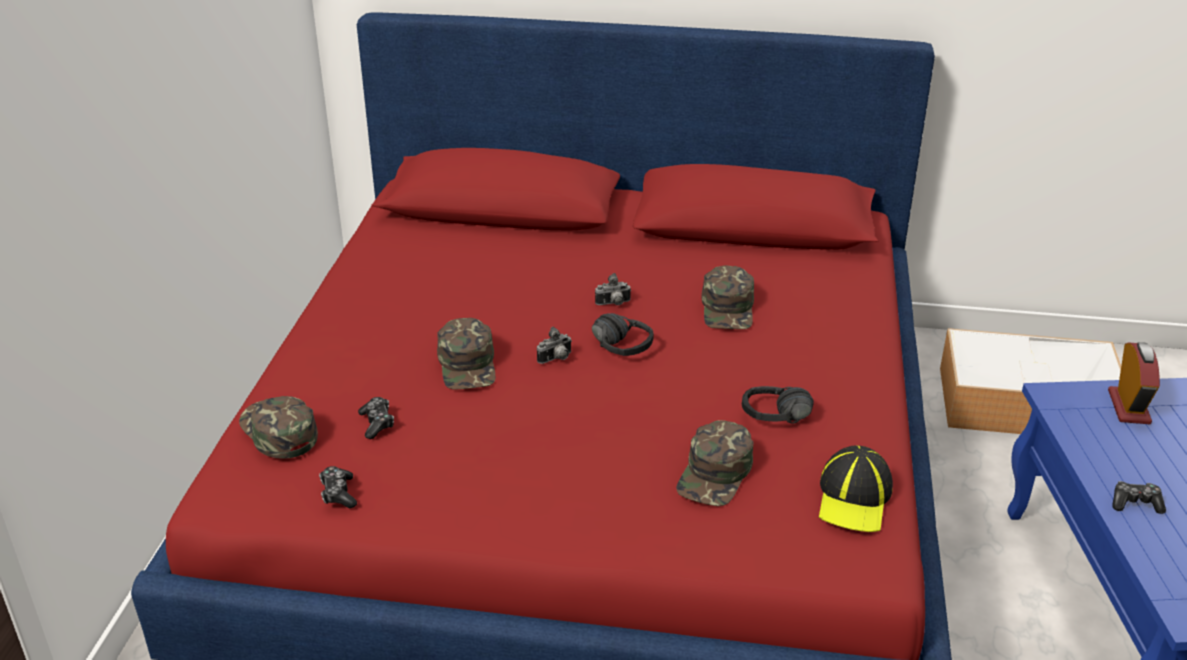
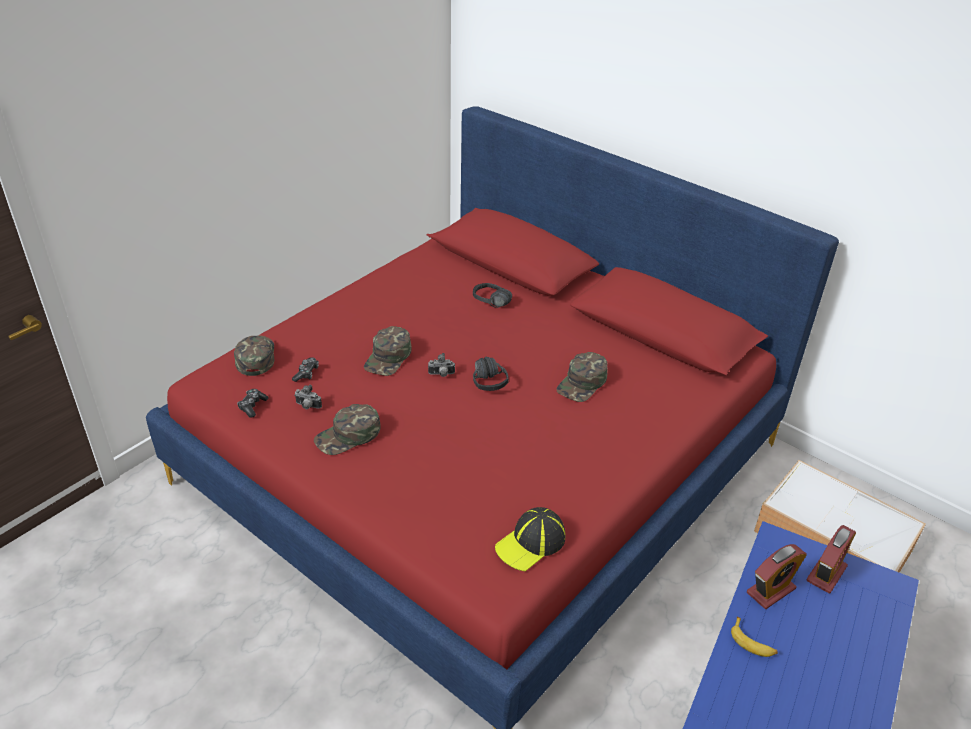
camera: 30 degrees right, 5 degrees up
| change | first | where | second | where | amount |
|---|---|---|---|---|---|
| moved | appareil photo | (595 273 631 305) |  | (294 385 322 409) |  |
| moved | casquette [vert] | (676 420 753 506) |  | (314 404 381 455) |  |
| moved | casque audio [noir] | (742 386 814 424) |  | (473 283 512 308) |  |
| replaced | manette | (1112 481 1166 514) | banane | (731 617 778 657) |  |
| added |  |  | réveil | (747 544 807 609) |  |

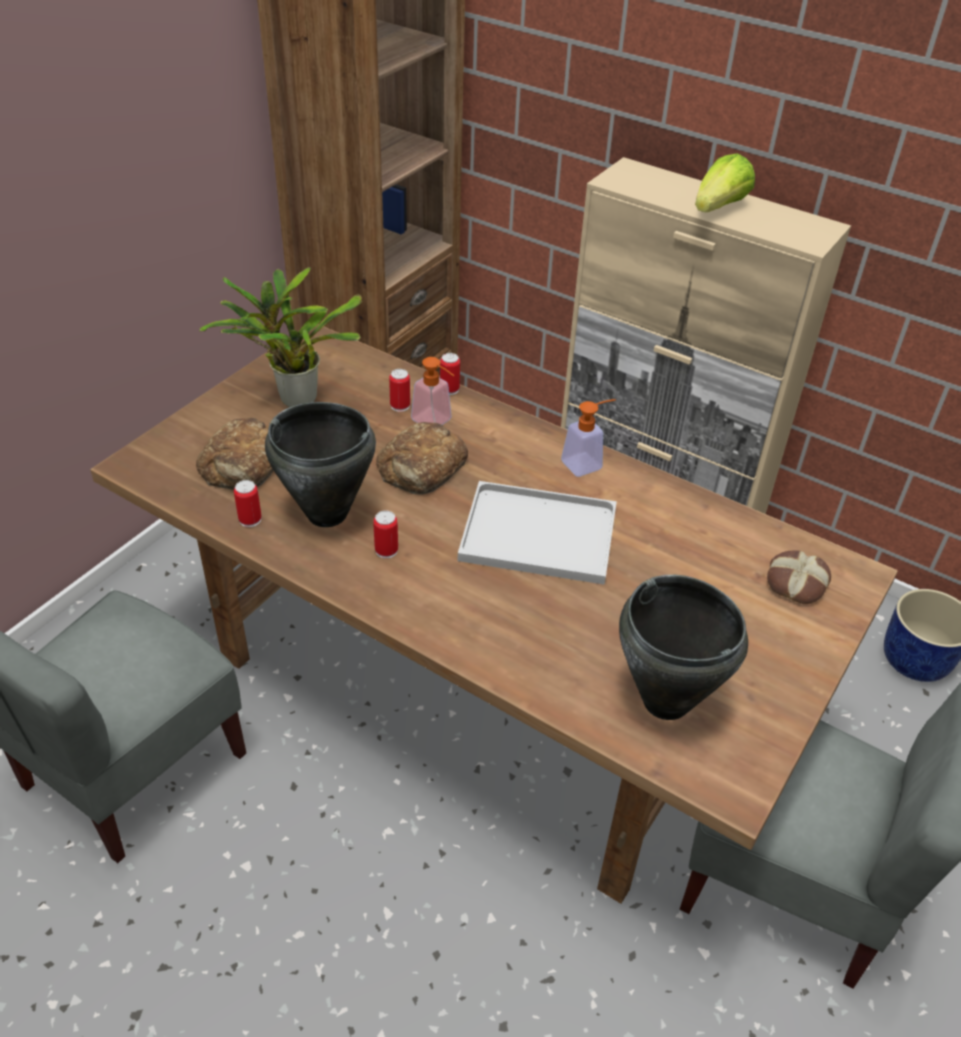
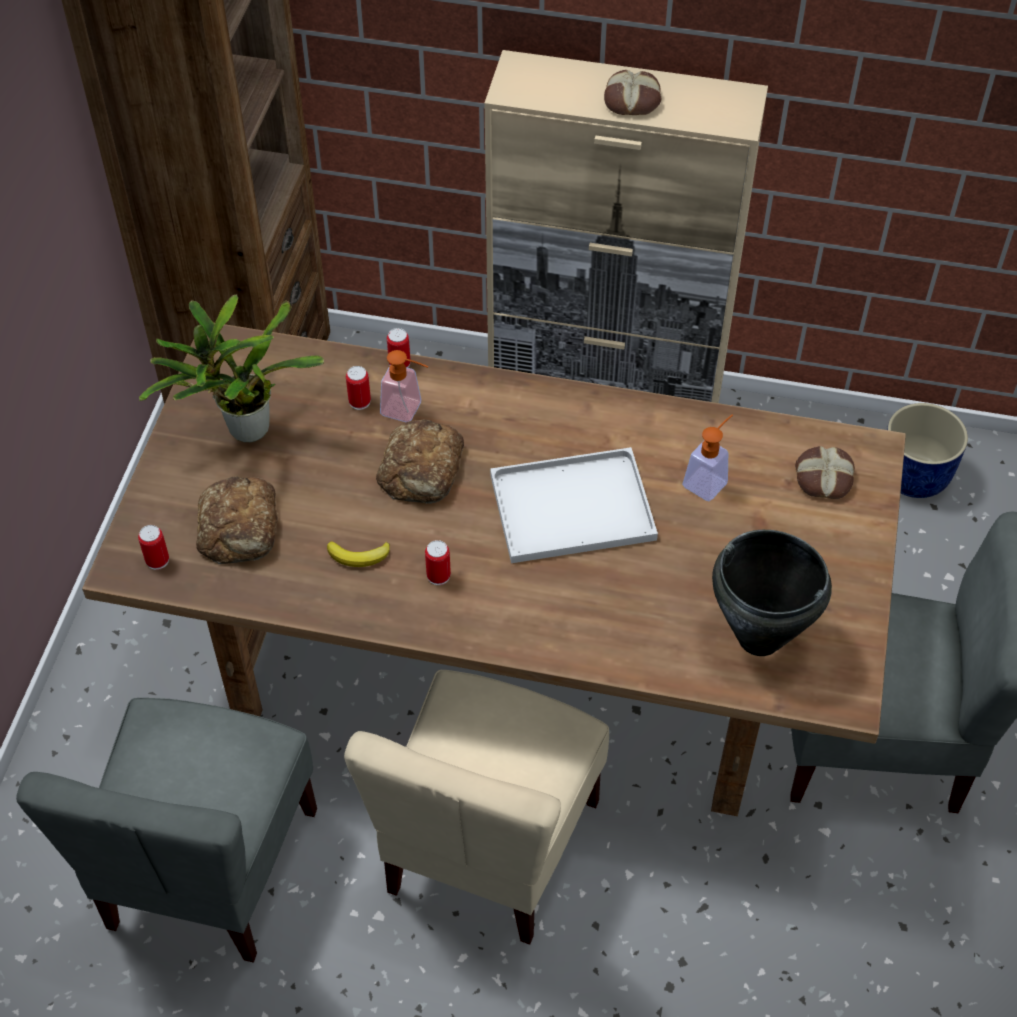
camera: 20 degrees left, 10 degrees up
| change | first | where | second | where | amount |
|---|---|---|---|---|---|
| moved | boîte métallique | (234 480 262 527) |  | (138 525 169 570) |  |
| replaced | marmite [noir] | (265 402 376 527) | banane | (327 541 390 567) |  |
| moved | distributeur de savon | (561 399 616 477) |  | (682 415 733 501) |  |
| replaced | laitue | (695 154 755 212) | pain | (604 70 661 115) |  |
| added |  |  | chaise [beige] | (344 670 609 945) |  |

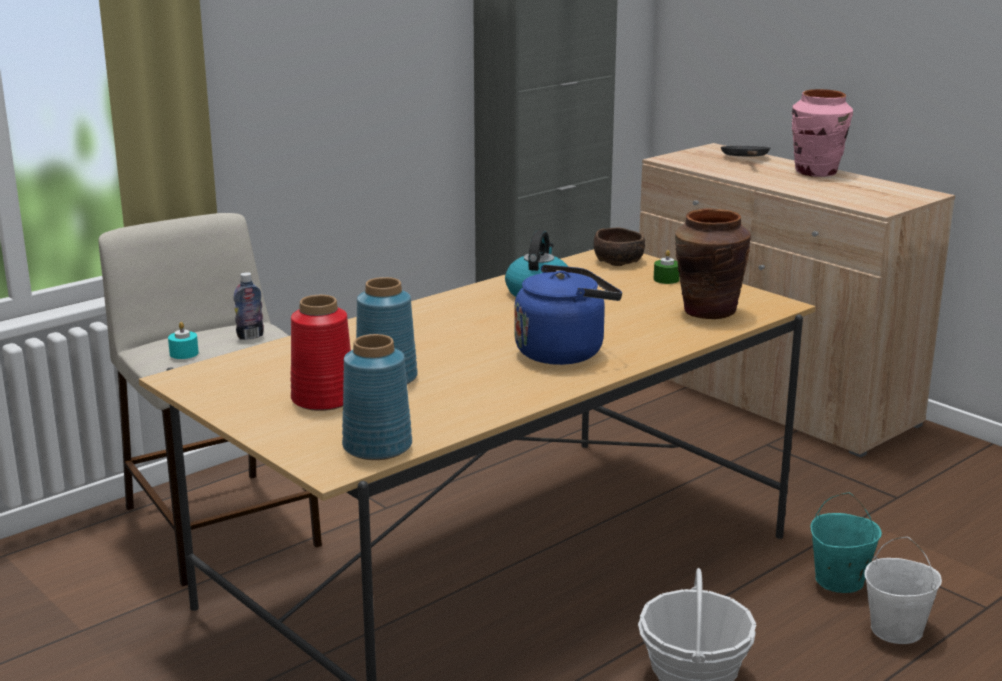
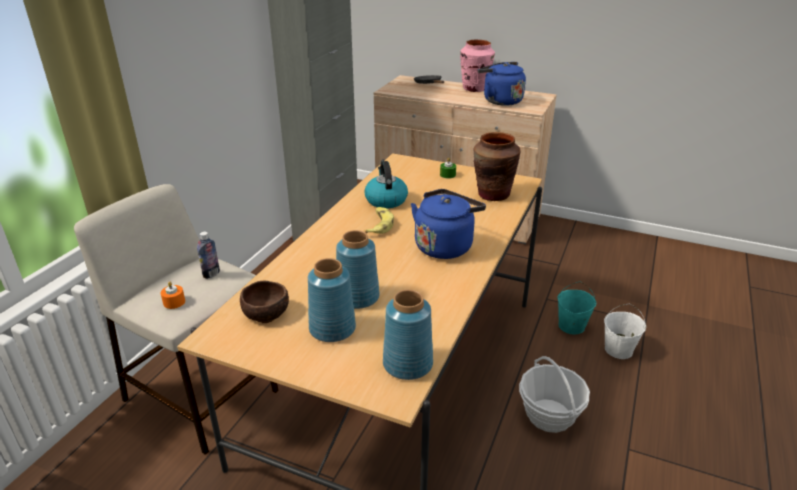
camera: 25 degrees left, 10 degrees up
| change | first | where | second | where | amount |
|---|---|---|---|---|---|
| recoloured | bougie [turquoise] | (168 322 199 359) | bougie [orange] | (161 281 185 309) |  |
| recoloured | vase [rouge] | (291 295 351 411) | vase [bleu] | (308 258 356 342) |  |
| moved | bol [marron] | (594 228 645 266) |  | (240 281 289 323) |  |
| added |  |  | banane | (364 207 394 234) |  |
| added |  |  | bouilloire [bleu] | (478 62 526 106) |  |

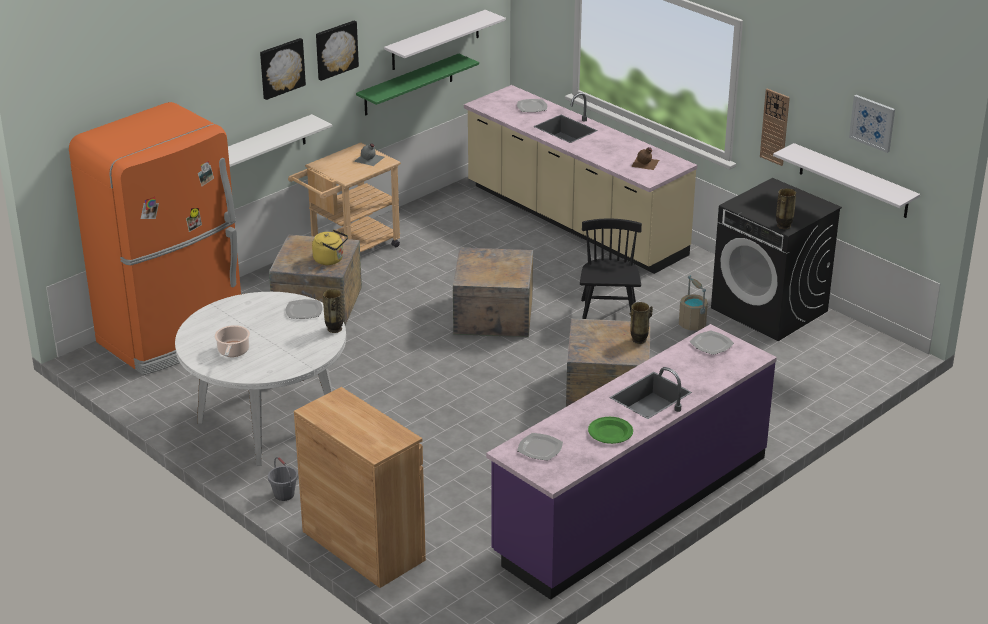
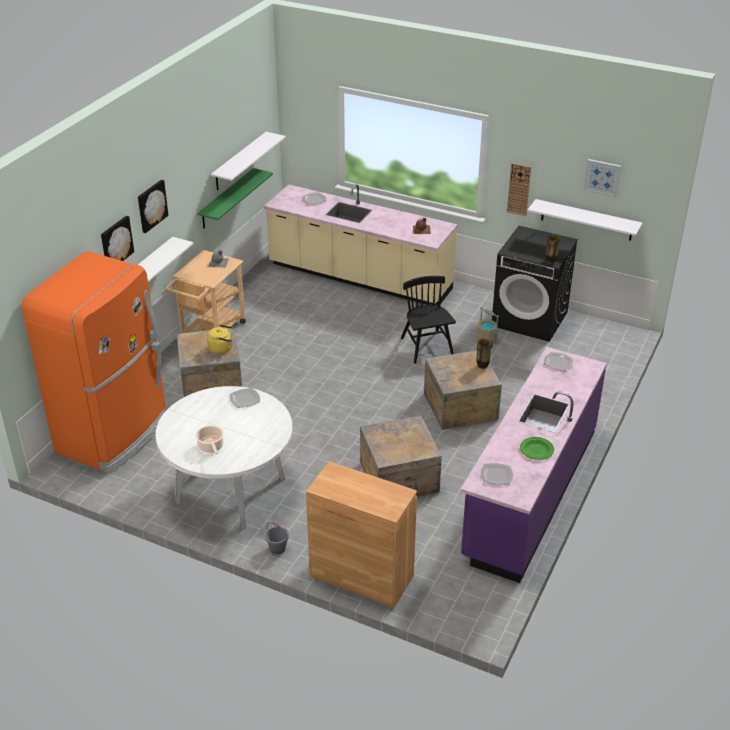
camera: 20 degrees left, 5 degrees up
| change | first | where | second | where | amount |
|---|---|---|---|---|---|
| moved | tableau | (316 21 359 81) |  | (101 216 134 261) |  |
| removed | vase | (323 289 343 333) |  |  |  |
| moved | caisse | (453 247 533 337) |  | (360 415 442 497) |  |

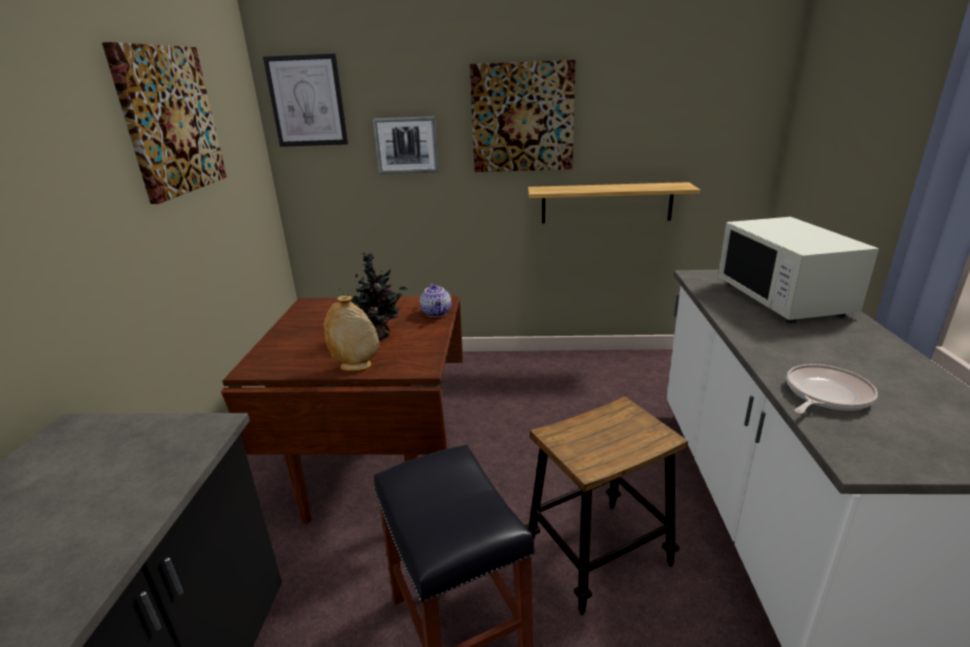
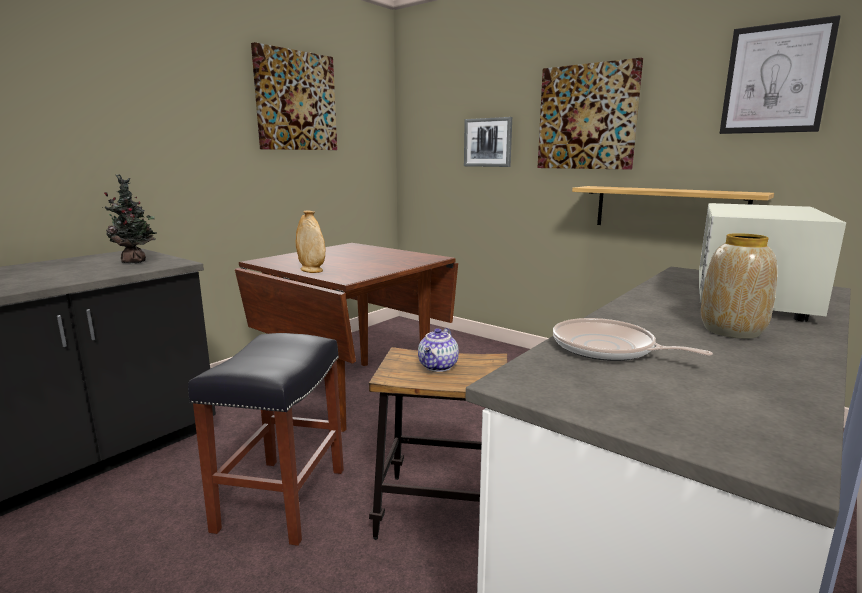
camera: 35 degrees right, 10 degrees down
| change | first | where | second | where | amount |
|---|---|---|---|---|---|
| moved | tableau | (263 53 348 147) |  | (719 15 841 134) |  |
| moved | plante en pot | (339 252 408 340) |  | (102 174 157 264) |  |
| moved | théière | (420 283 451 317) |  | (418 328 459 372) |  |
| turned | poêle | (786 364 878 414) |  | (553 318 713 361) | 135 degrees counterclockwise |
| added |  |  | vase | (701 233 777 339) |  |

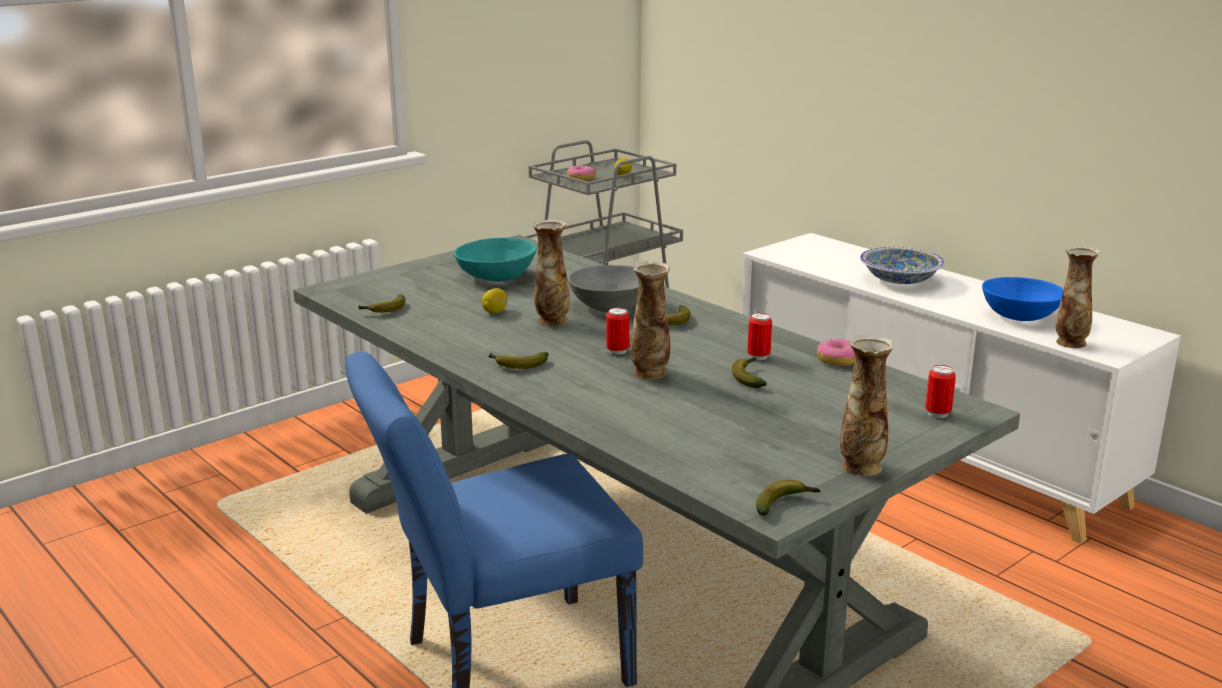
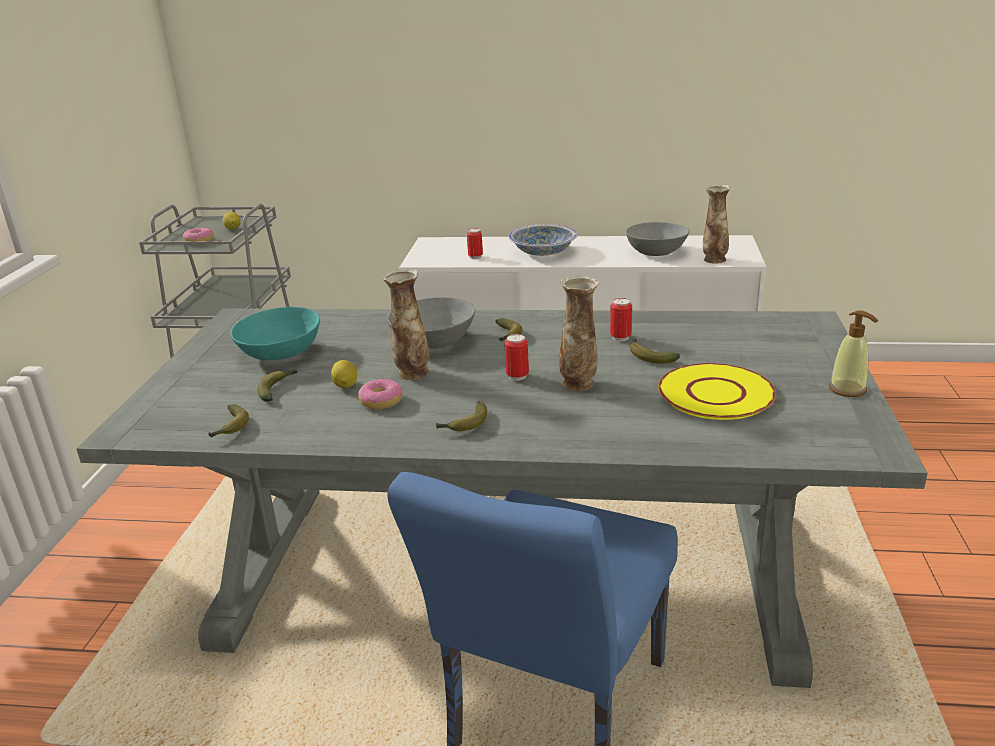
camera: 40 degrees left, 5 degrees up
| change | first | where | second | where | amount |
|---|---|---|---|---|---|
| moved | banane | (756 480 821 516) |  | (257 370 297 402) |  |
| moved | beignet | (817 339 855 366) |  | (358 379 403 409) |  |
| replaced | vase | (840 335 894 476) | distributeur de savon | (829 310 878 397) |  |
| moved | boîte métallique | (925 365 956 418) |  | (467 228 483 259) |  |
| recoloured | bol [bleu] | (982 277 1064 321) | bol [gris] | (626 222 690 256) |  |
| added |  |  | assiette [jaune] | (658 363 776 420) |  |

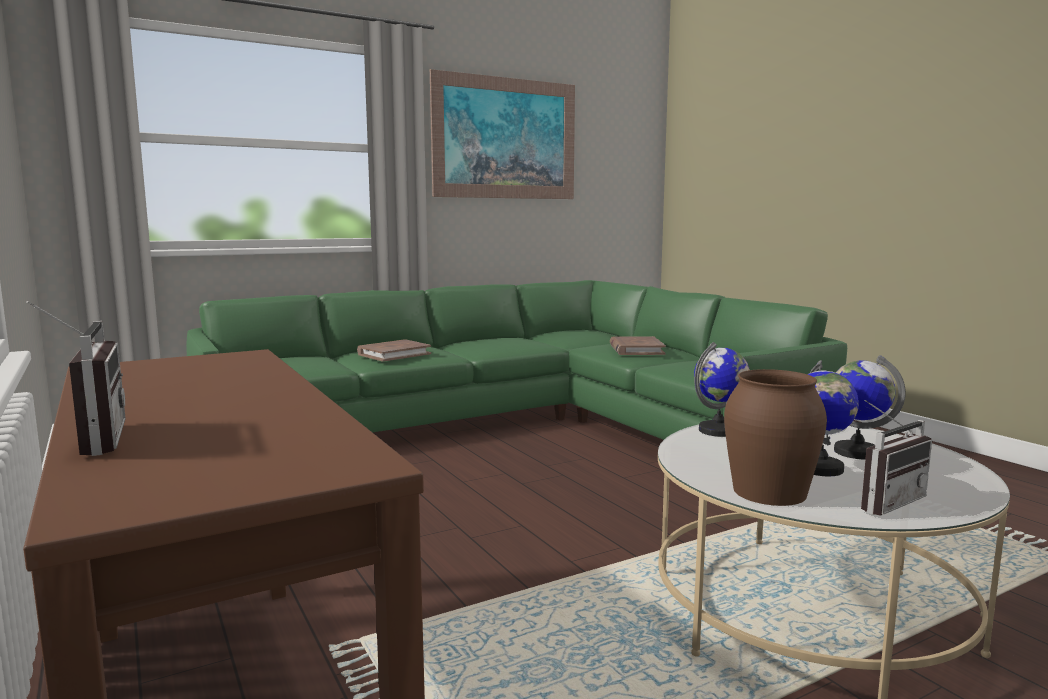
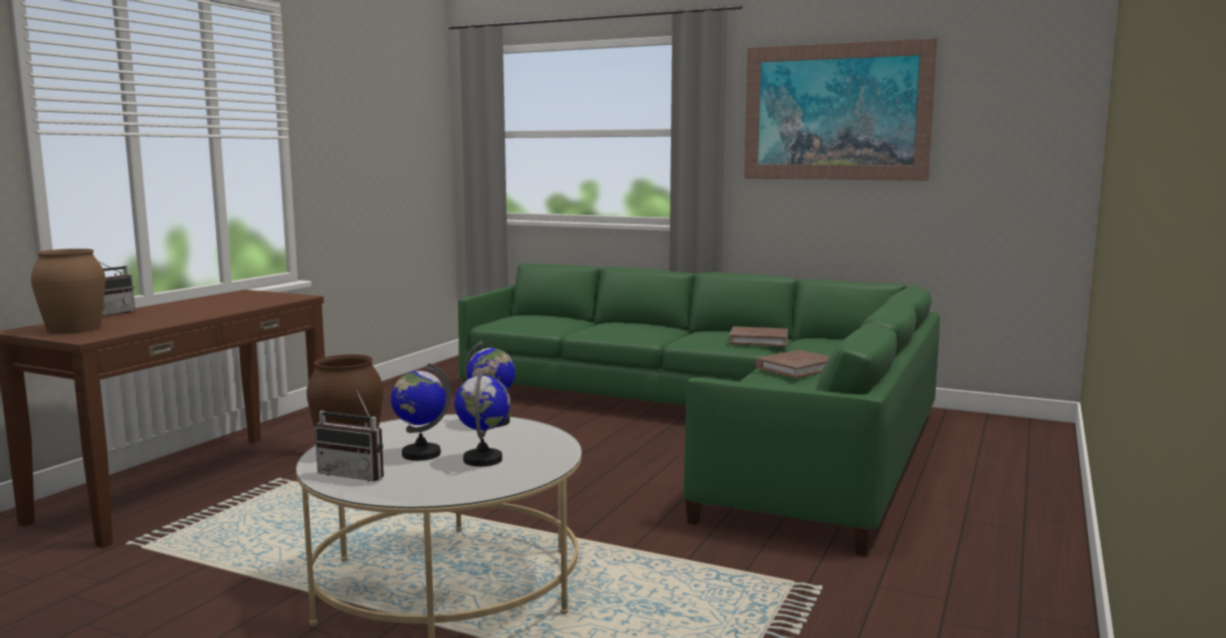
camera: 55 degrees right, 0 degrees up
| change | first | where | second | where | amount |
|---|---|---|---|---|---|
| moved | livre [marron] | (357 340 431 362) |  | (729 326 788 347) |  |
| added |  |  | vase [marron] | (31 249 105 334) |  |

